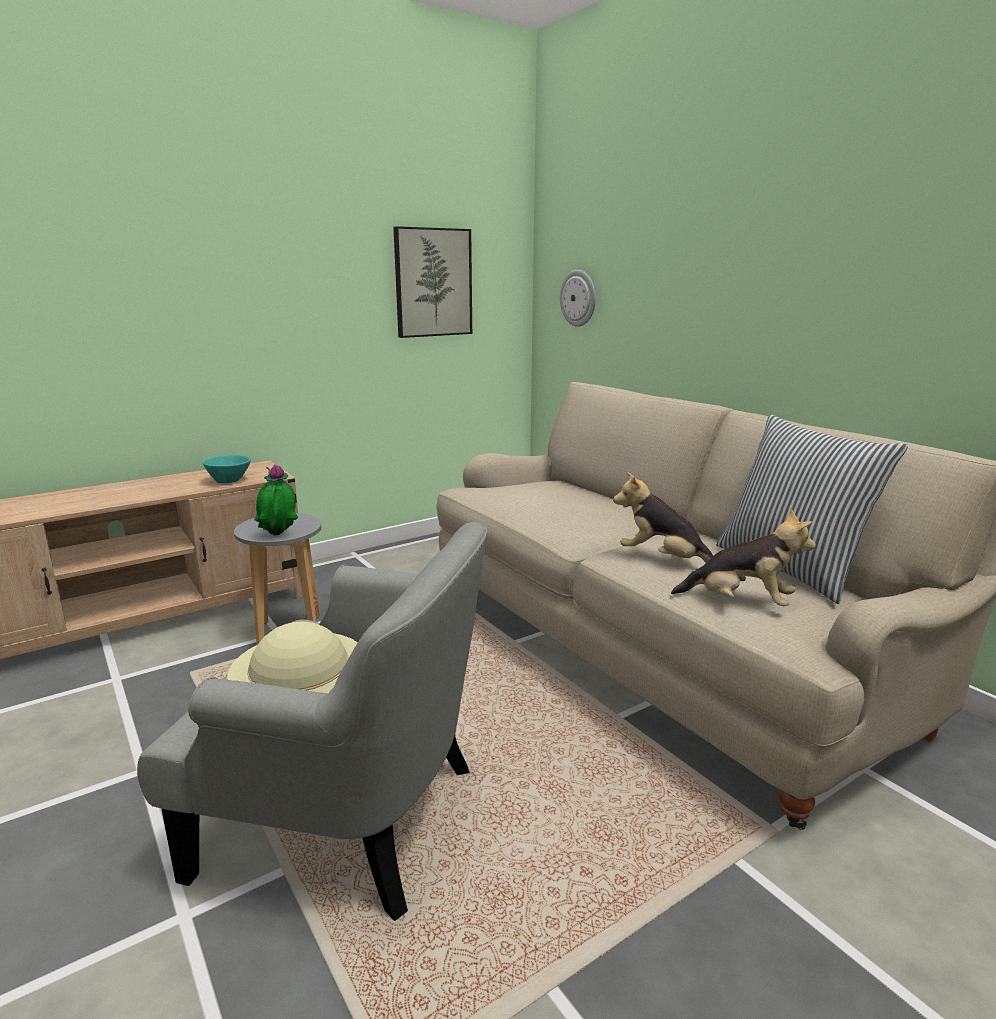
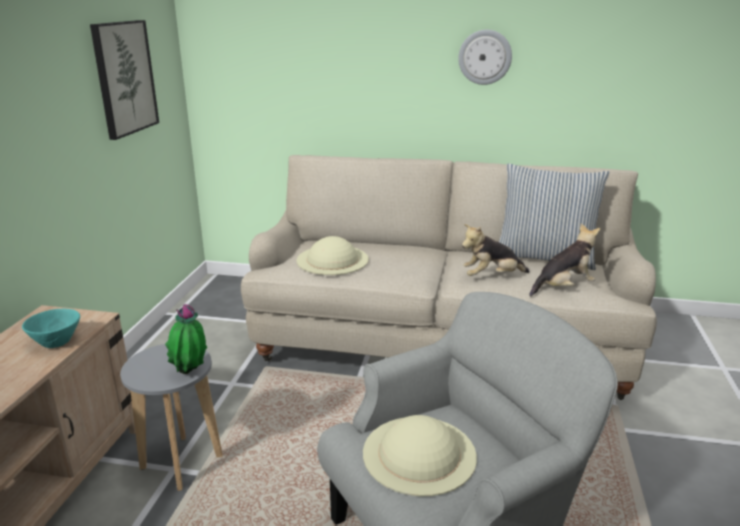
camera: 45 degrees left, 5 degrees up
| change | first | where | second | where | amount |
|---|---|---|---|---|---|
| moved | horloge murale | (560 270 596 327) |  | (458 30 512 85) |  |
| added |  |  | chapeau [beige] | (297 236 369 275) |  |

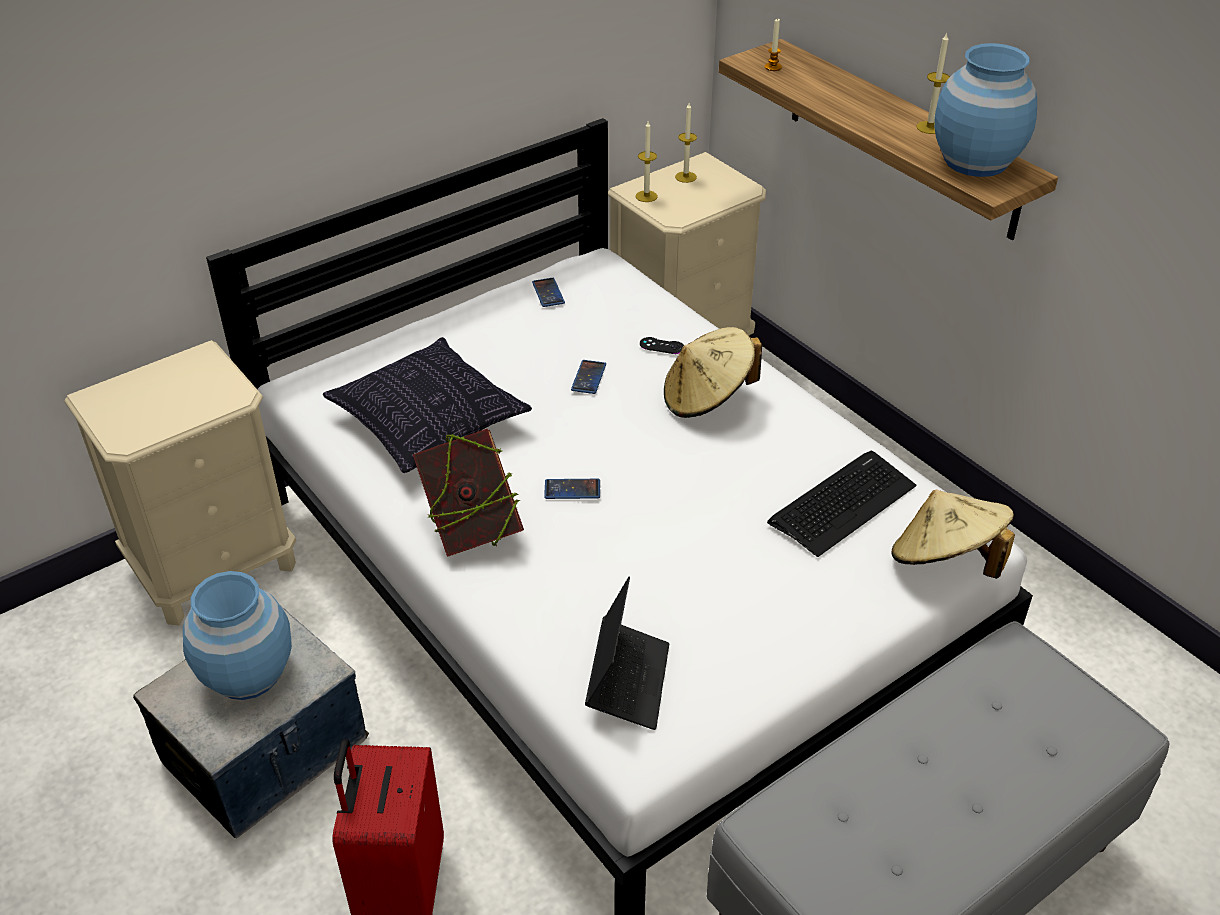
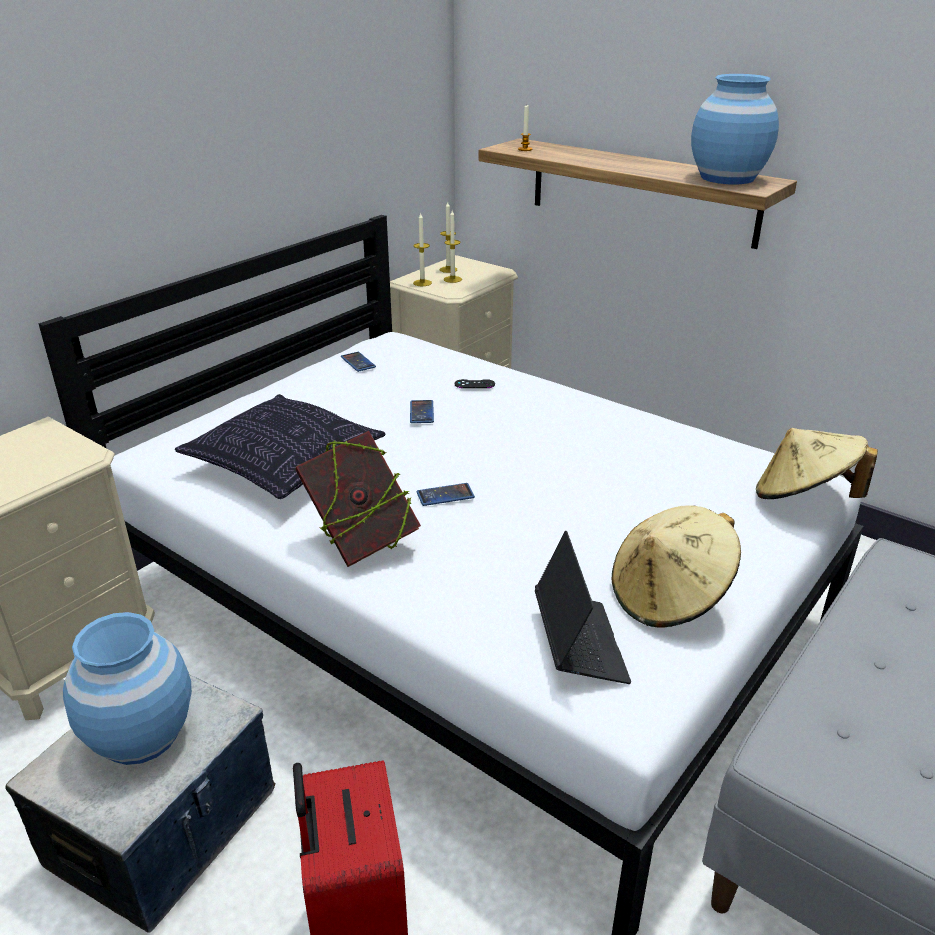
camera: 15 degrees left, 10 degrees down
| change | first | where | second | where | amount |
|---|---|---|---|---|---|
| moved | chapeau [beige] | (664 327 762 418) |  | (611 505 741 627) |  |
| removed | clavier | (767 451 916 557) |  |  |  |
| moved | bougie | (916 32 950 134) |  | (444 210 462 283) |  |

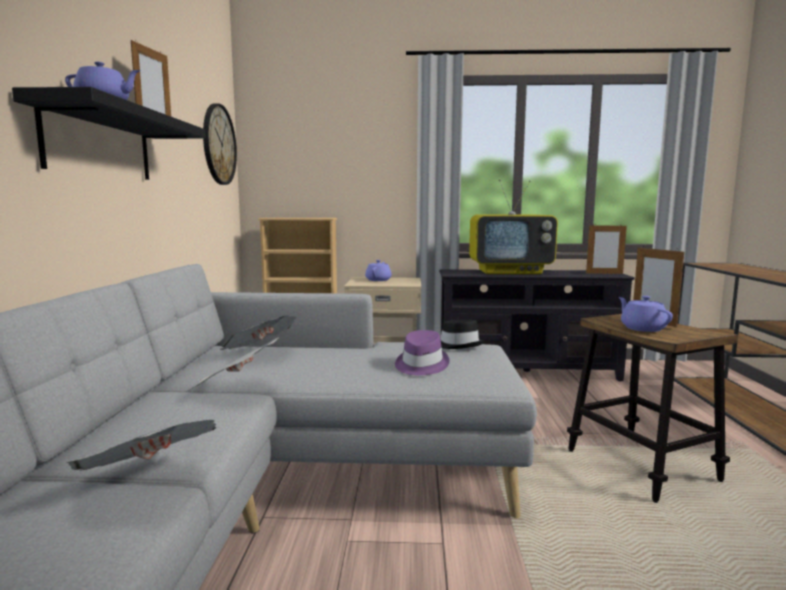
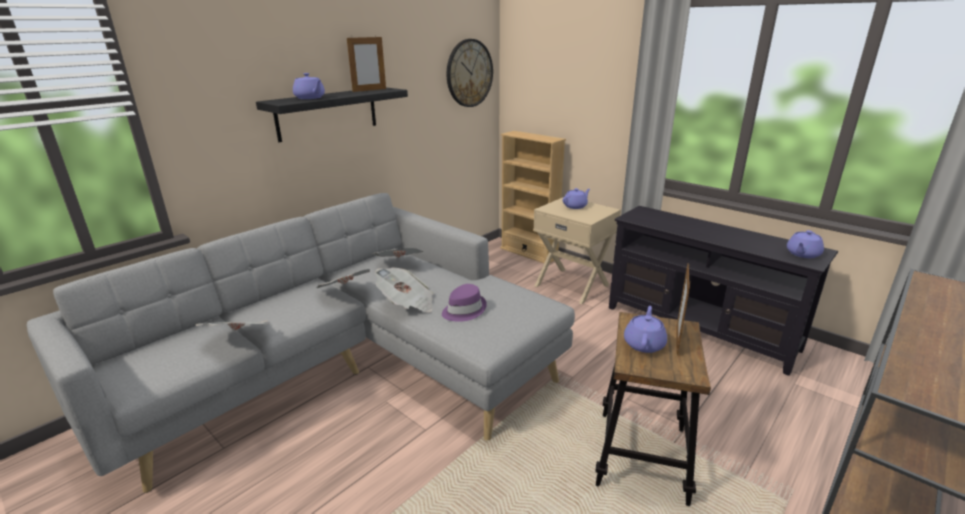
camera: 40 degrees right, 15 degrees up
| change | first | where | second | where | amount |
|---|---|---|---|---|---|
| removed | chapeau [noir] | (441 319 484 349) |  |  |  |
| removed | téléviseur | (469 179 558 274) |  |  |  |
| replaced | cadre photo | (586 225 627 274) | théière [violet] | (787 230 824 258) |  |
| added |  |  | journal | (375 268 434 312) |  |

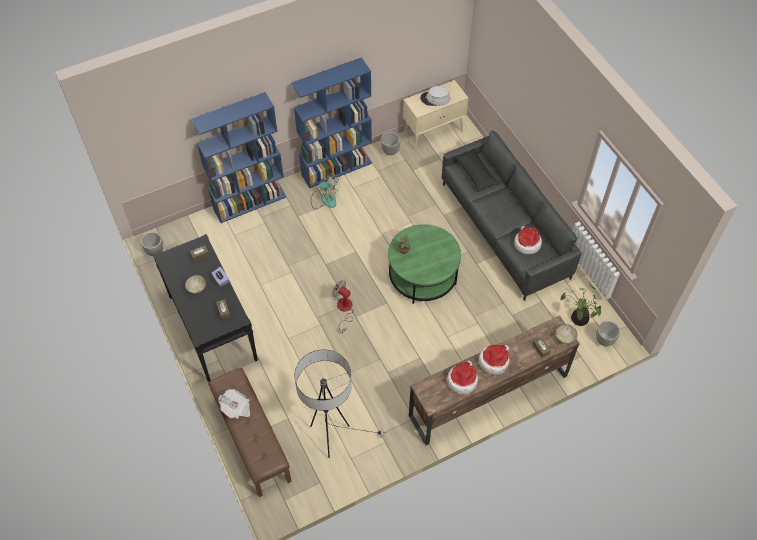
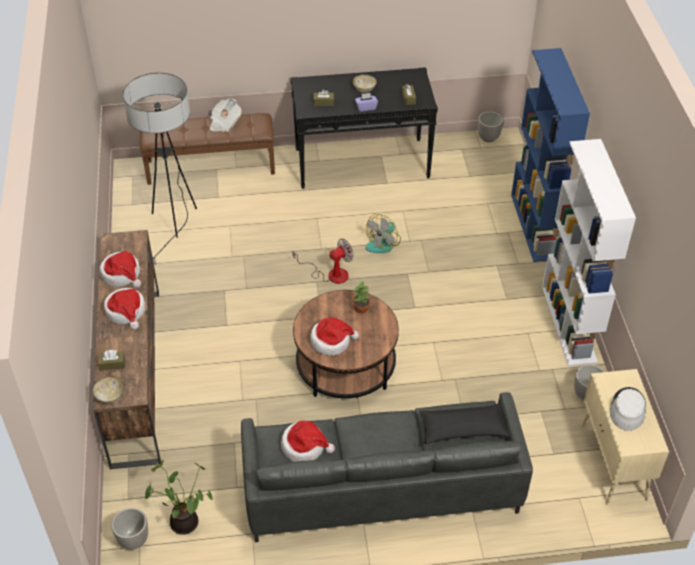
camera: 110 degrees right, 10 degrees down
| change | first | where | second | where | amount |
|---|---|---|---|---|---|
| recoloured | bibliothèque [bleu] | (291 57 372 188) | bibliothèque [blanc] | (542 139 636 366) |  |
| moved | ventilateur | (310 174 339 210) |  | (365 214 401 253) |  |
| recoloured | table basse [vert] | (388 224 461 304) | table basse [marron] | (293 290 399 398) |  |
| added |  |  | chapeau | (310 317 359 356) |  |

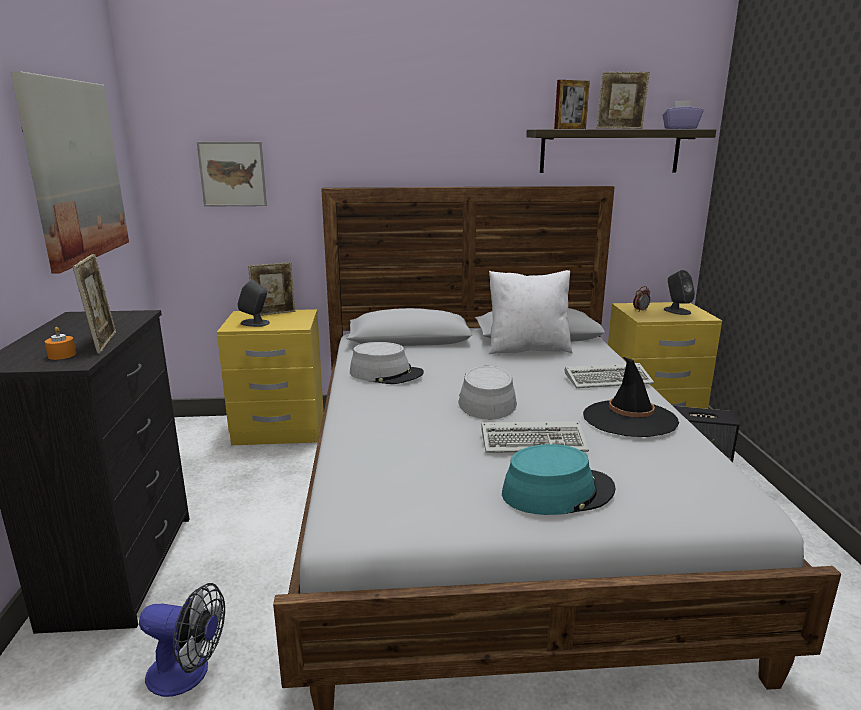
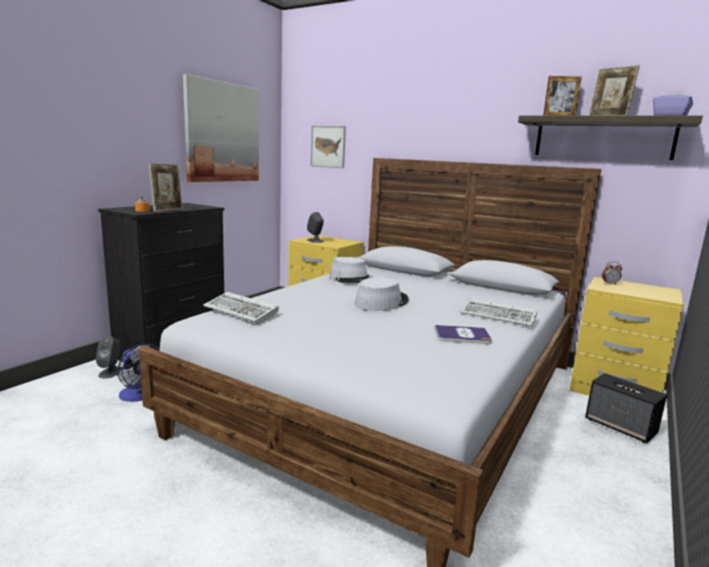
camera: 35 degrees right, 5 degrees down
| change | first | where | second | where | amount |
|---|---|---|---|---|---|
| removed | cadre photo | (248 262 295 317) |  |  |  |
| moved | clavier | (482 421 589 453) |  | (203 292 279 323) |  |
| removed | coussin [blanc] | (489 270 573 354) |  |  |  |
| removed | chapeau [turquoise] | (502 444 616 515) |  |  |  |
| replaced | chapeau [noir] | (583 357 679 437) | livre | (435 325 492 344) |  |
| moved | enceinte [gris] | (663 270 695 315) |  | (96 336 122 378) |  |

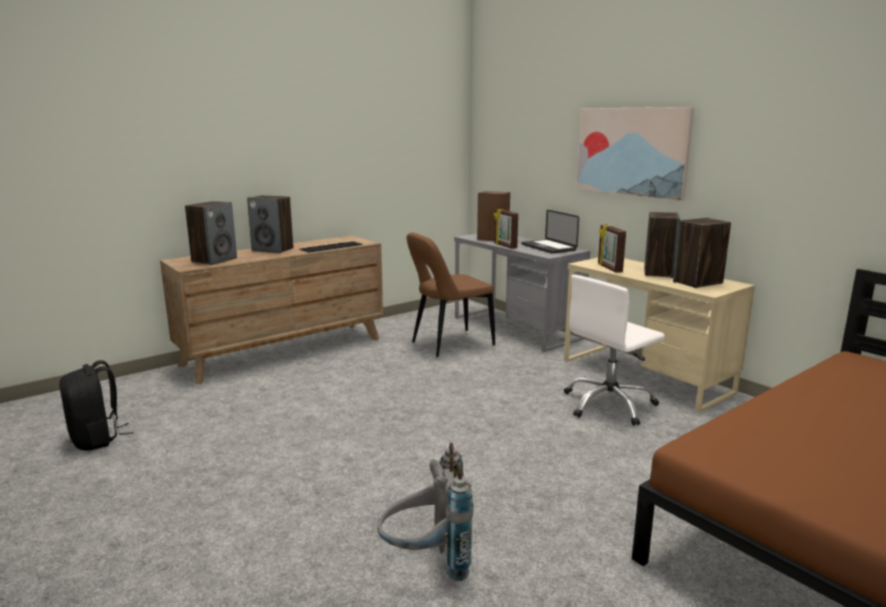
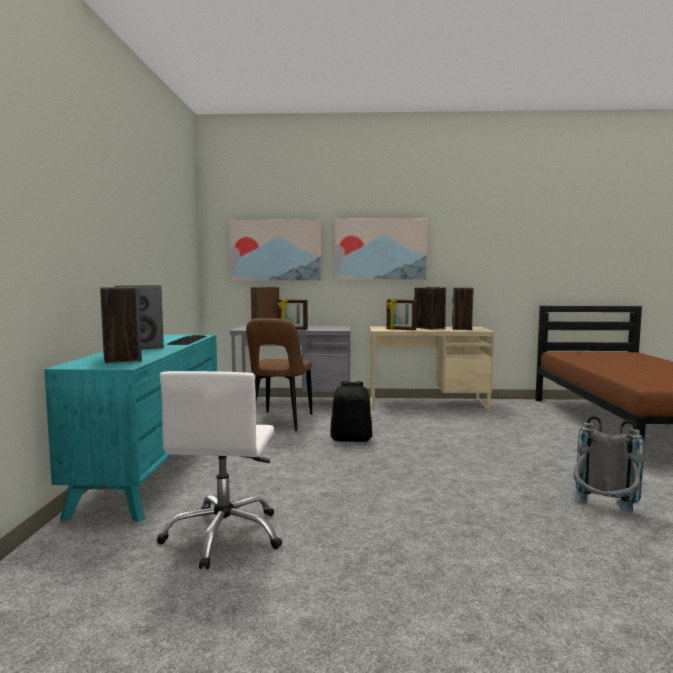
camera: 50 degrees left, 10 degrees down
| change | first | where | second | where | amount |
|---|---|---|---|---|---|
| moved | sac à dos [noir] | (59 360 134 451) |  | (331 381 372 442) |  |
| recoloured | commode [marron] | (160 235 383 384) | commode [turquoise] | (44 335 217 523) |  |
| removed | ordinateur portable | (521 210 579 254) |  |  |  |
| moved | chaise de bureau [blanc] | (564 275 665 426) |  | (157 371 282 569) |  |
| added |  |  | tableau | (230 220 321 281) |  |

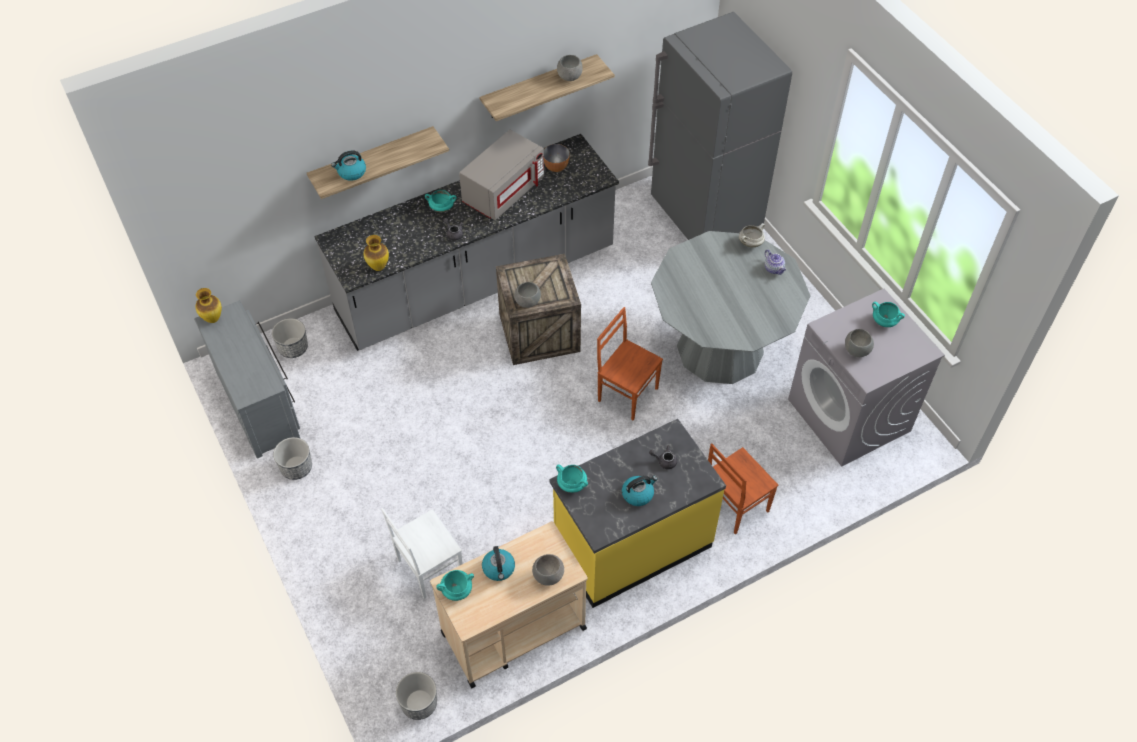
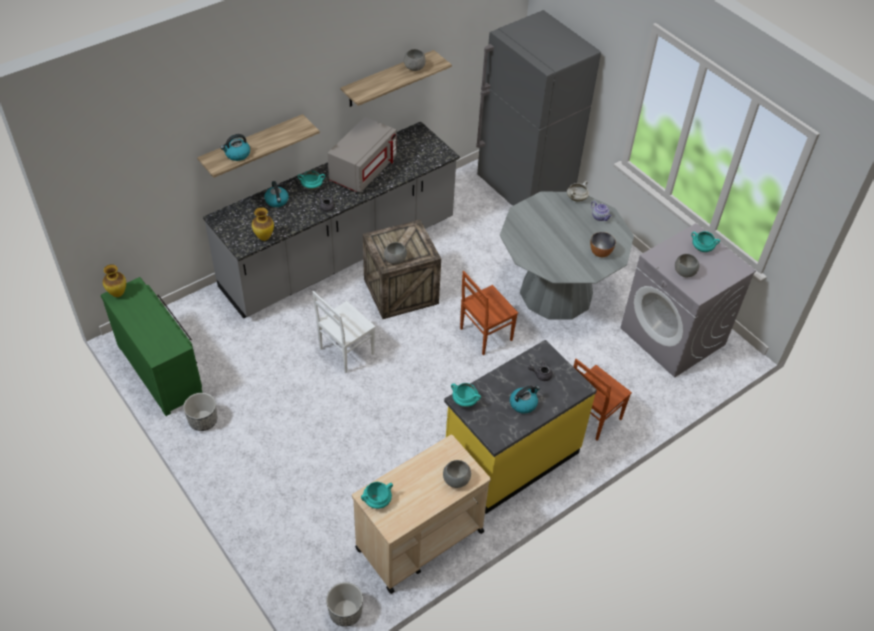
camera: 10 degrees left, 5 degrees down
| change | first | where | second | where | amount |
|---|---|---|---|---|---|
| recoloured | commode [gris] | (194 301 301 459) | commode [vert] | (101 277 203 416) |  |
| removed | cache-pot | (272 318 308 358) |  |  |  |
| moved | chaise [blanc] | (381 508 463 599) |  | (312 291 375 373) |  |
| moved | bouilloire | (482 546 515 581) |  | (264 181 289 207) |  |
| moved | bol | (544 144 570 172) |  | (590 232 616 257) |  |
| turned | chaise [marron] | (597 307 663 420) |  | (460 271 518 355) | 60 degrees counterclockwise |

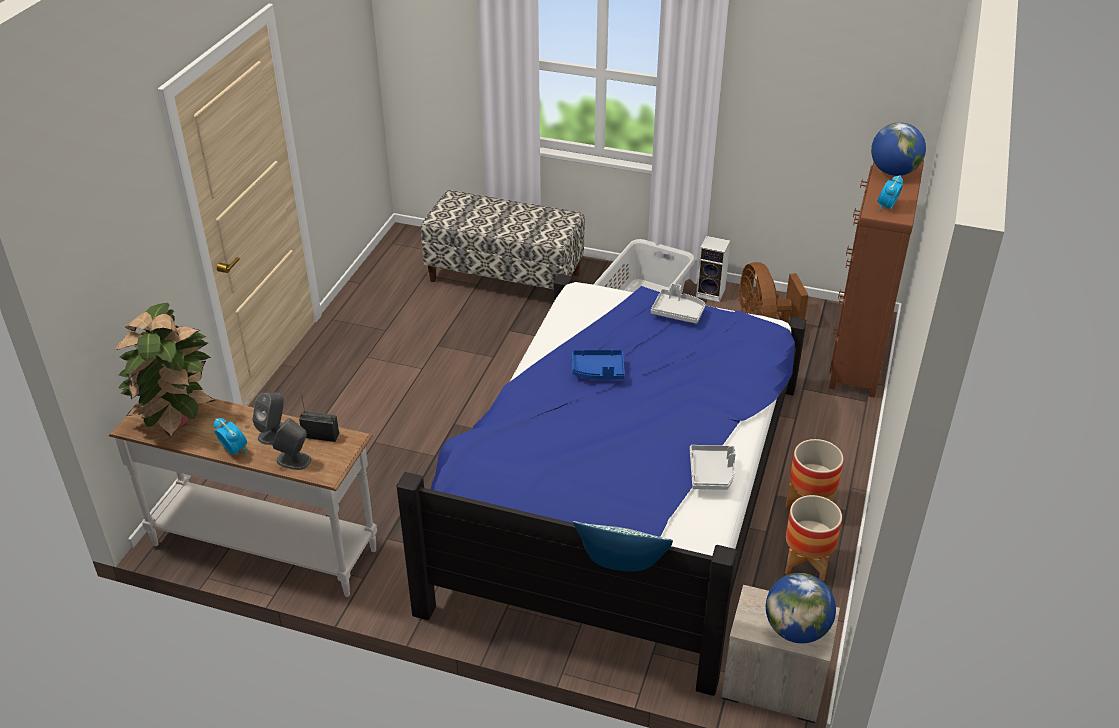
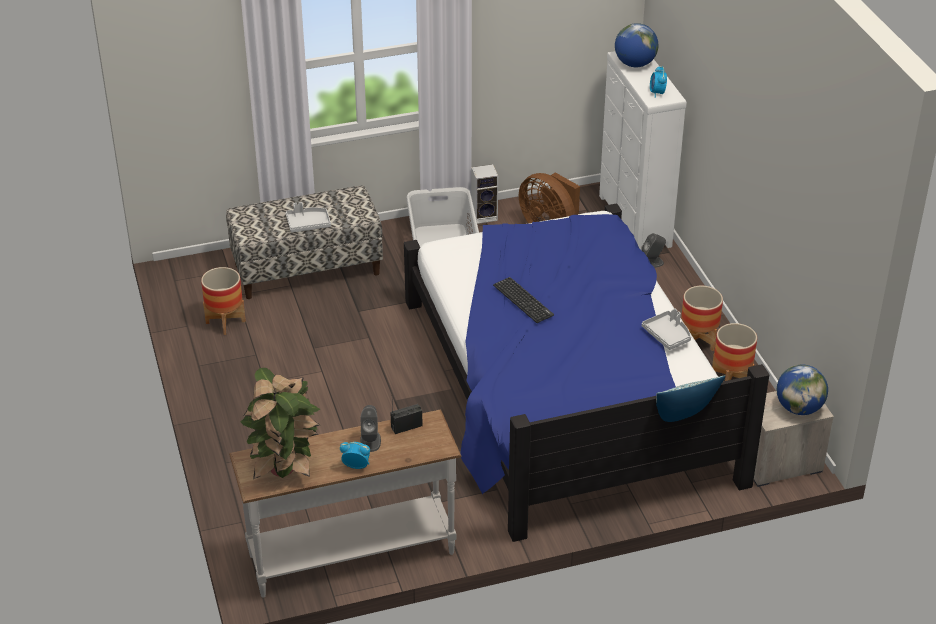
camera: 35 degrees left, 0 degrees up
| change | first | where | second | where | amount |
|---|---|---|---|---|---|
| moved | enceinte [gris] | (272 418 311 470) |  | (641 233 666 268) |  |
| replaced | plateau [bleu] | (572 349 625 380) | clavier | (493 277 554 323) |  |
| moved | plateau [gris] | (651 283 705 324) |  | (286 202 331 232) |  |
| recoloured | commode [marron] | (829 159 924 398) | commode [blanc] | (599 51 687 250) |  |
| added |  |  | cache-pot | (201 267 246 335) |  |

